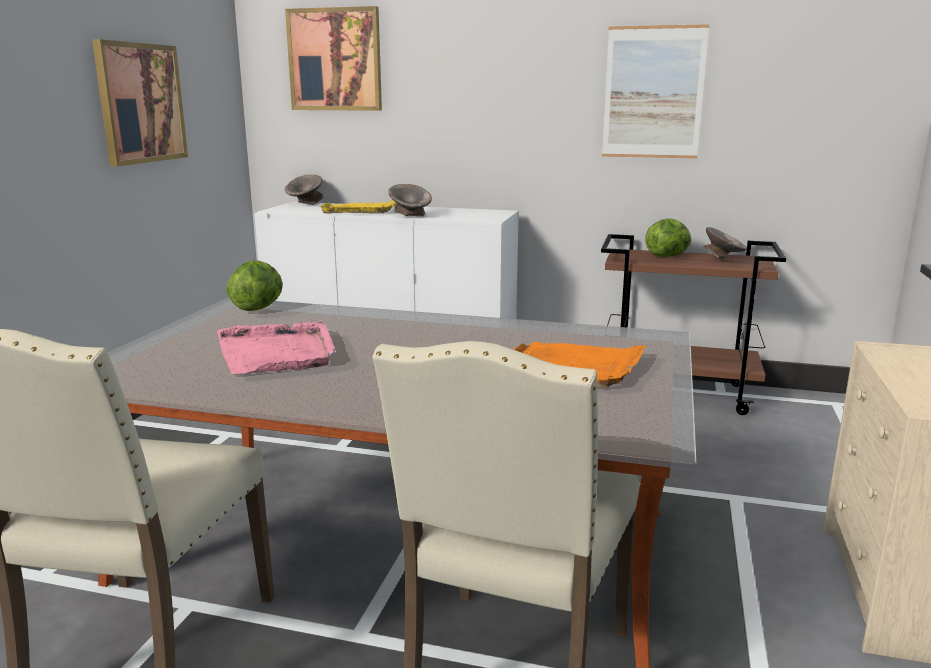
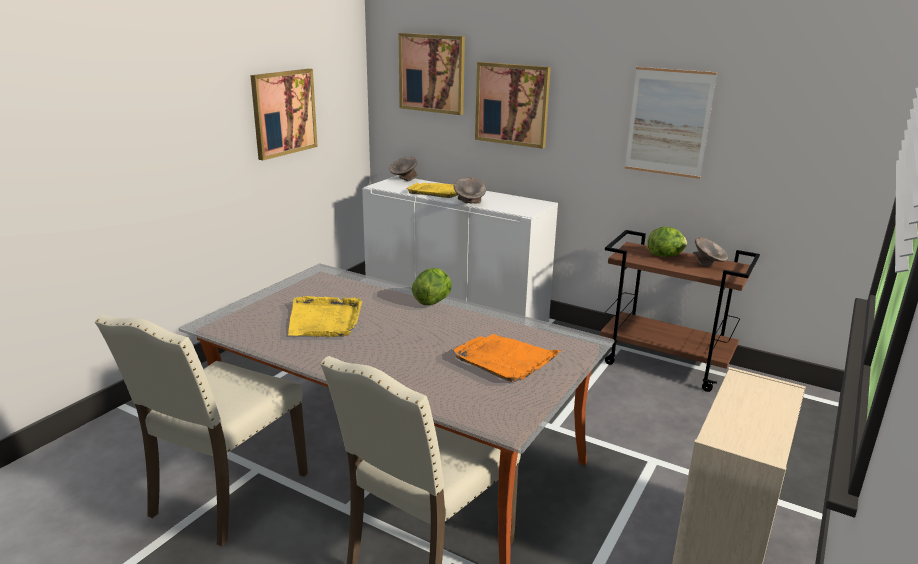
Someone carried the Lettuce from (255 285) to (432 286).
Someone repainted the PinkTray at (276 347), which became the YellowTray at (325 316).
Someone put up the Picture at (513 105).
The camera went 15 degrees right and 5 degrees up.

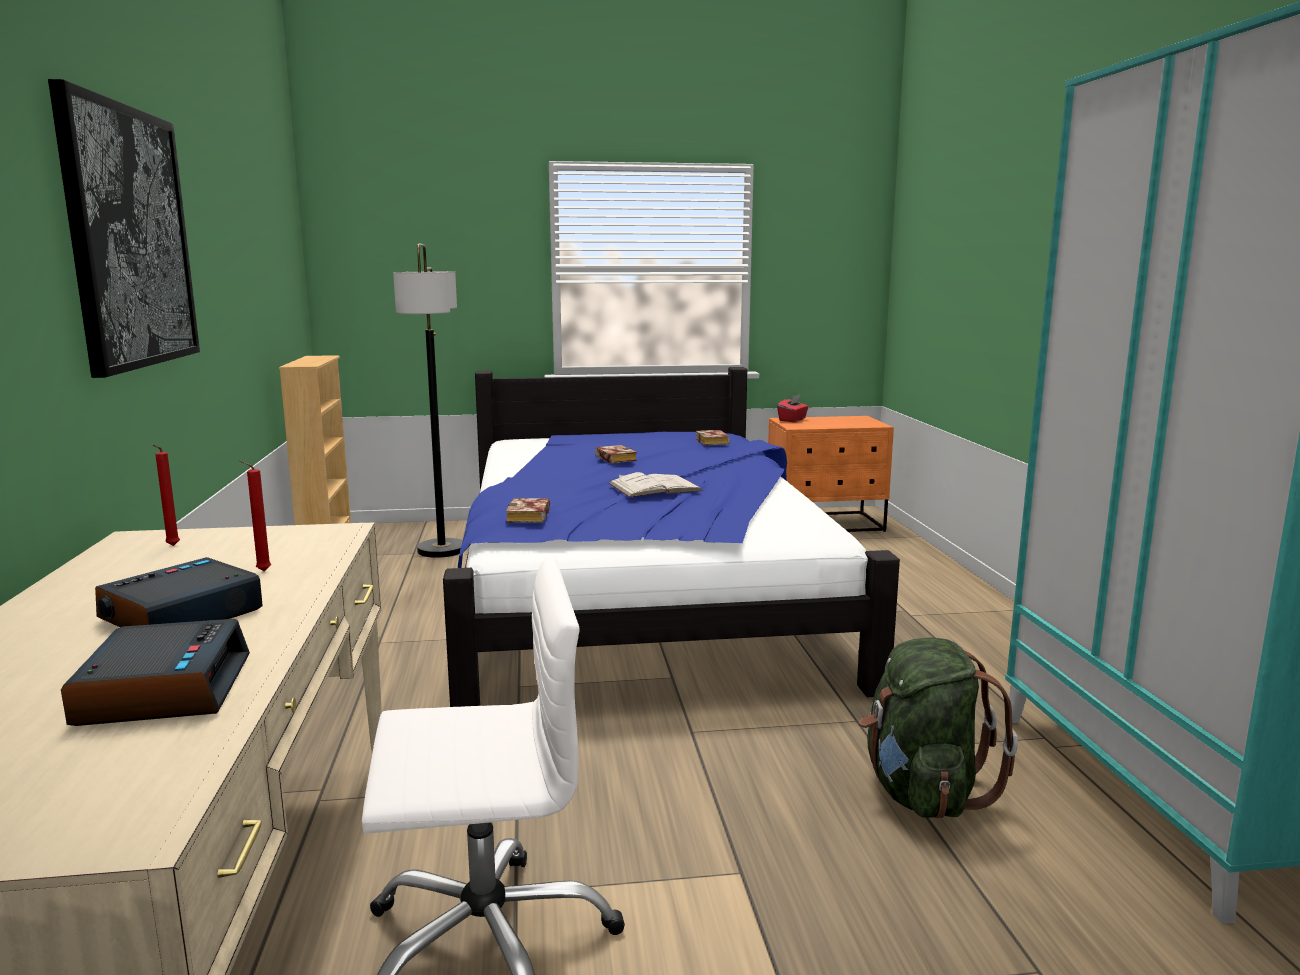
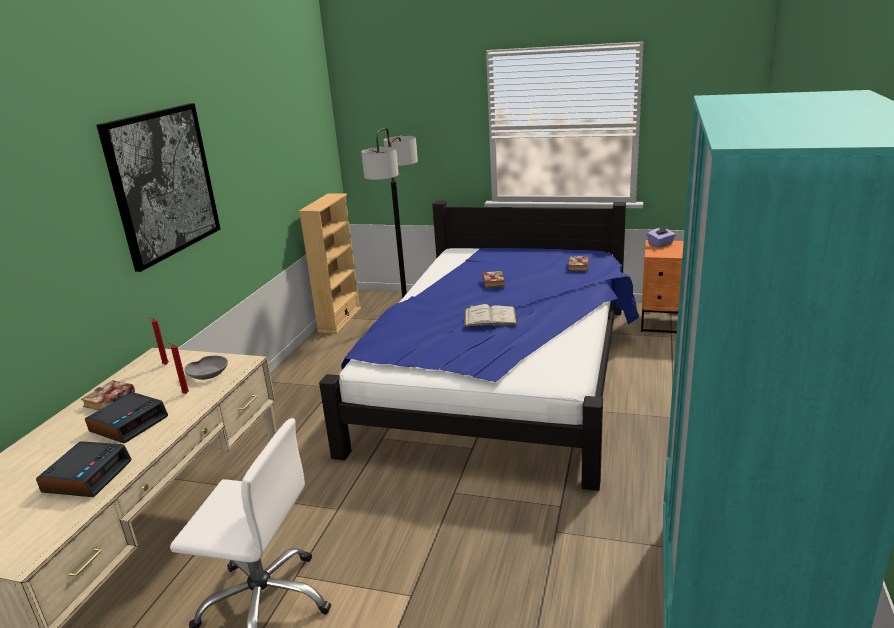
Someone repainted the RedTissueBox at (793 408), which became the PurpleTissueBox at (661 237).
Someone carried the Book from (528 510) to (108 395).
Someone rotated the AlarmClock at (179 592) by 150 degrees clockwise.
Someone took away the GreenBackpack at (938 728).
Someone put down the GreyBowl at (206 368).
The camera went 25 degrees right and 10 degrees up.

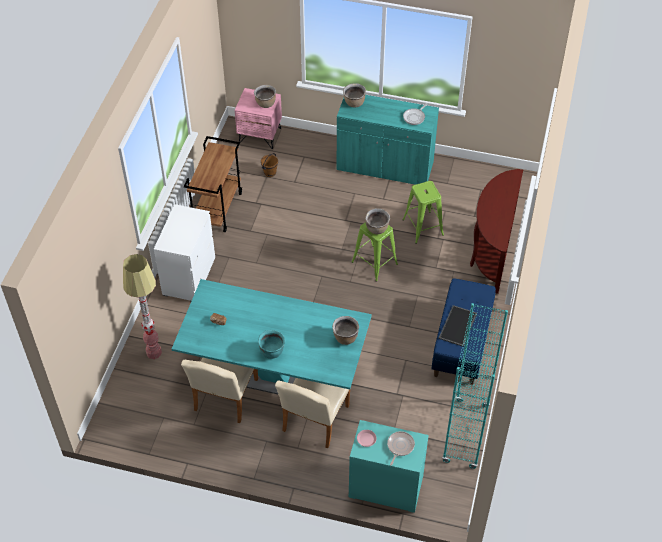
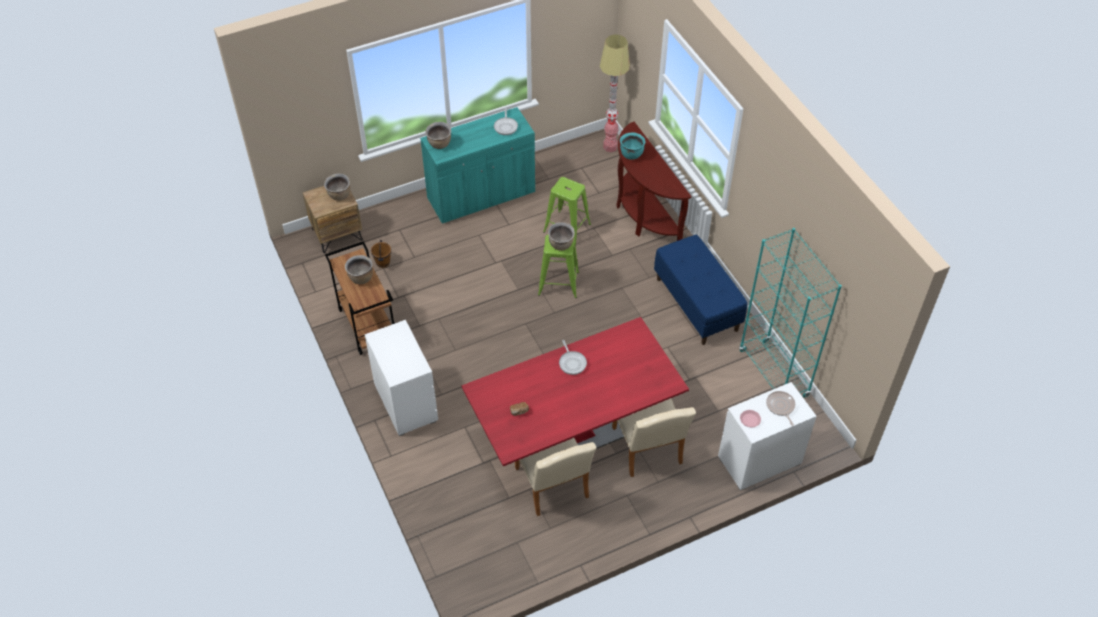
Someone repainted the PinkNightstand at (258 118), which became the BrownNightstand at (333 219).
Someone carried the FloorLamp from (142 306) to (615 93).
Someone repainted the TurquoiseDiningTable at (272 336), which became the RedDiningTable at (575 391).
Someone took away the Tray at (458 325).
Someone carried the BrownCookingPot from (345 330) to (359 269).
Someone carried the TurquoiseCookingPot from (271 344) to (632 146).
Someone repainted the TurquoiseDresser at (389 466), which became the WhiteDresser at (767 436).
Someone put down the FryingPan at (573 357).
The camera went 40 degrees left and 0 degrees up.

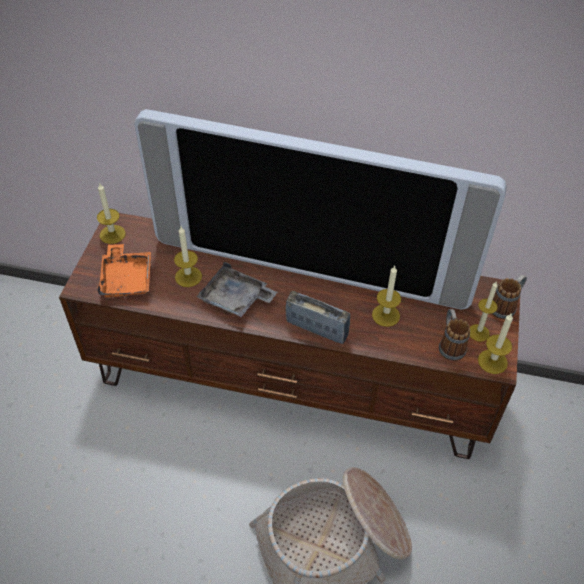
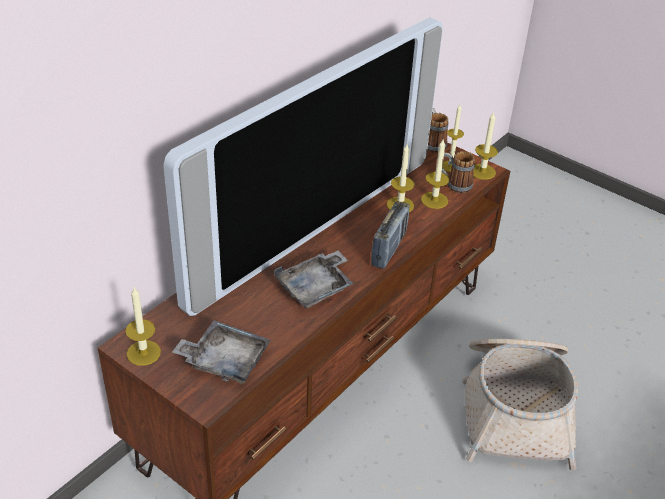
Someone carried the Candle from (188 256) to (435 174).
Someone repainted the OrangeTray at (124 271), which became the GreyTray at (221 352).
Someone rotated the Radio at (318 317) by 150 degrees clockwise.
The camera went 65 degrees left and 10 degrees down.

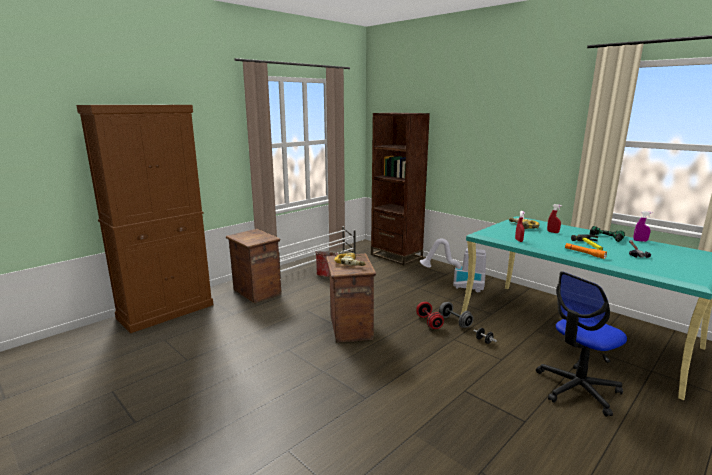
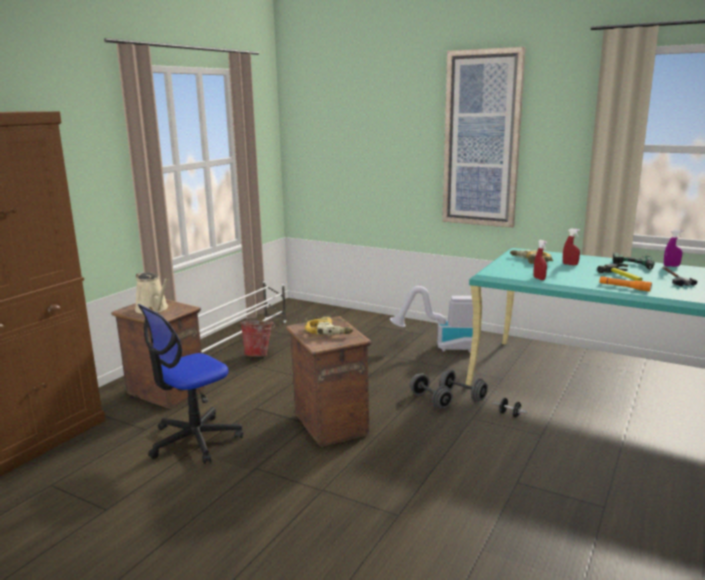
Someone took away the BrownBookcase at (400 189).
Someone carried the OfficeChair from (581 344) to (190 384).
Someone repainted the RedDumbbell at (430 315), which became the GreyDumbbell at (431 391).
Someone put up the Picture at (484 137).
Someone put down the BeigeWateringCan at (152 293).
The camera went 15 degrees left and 0 degrees up.

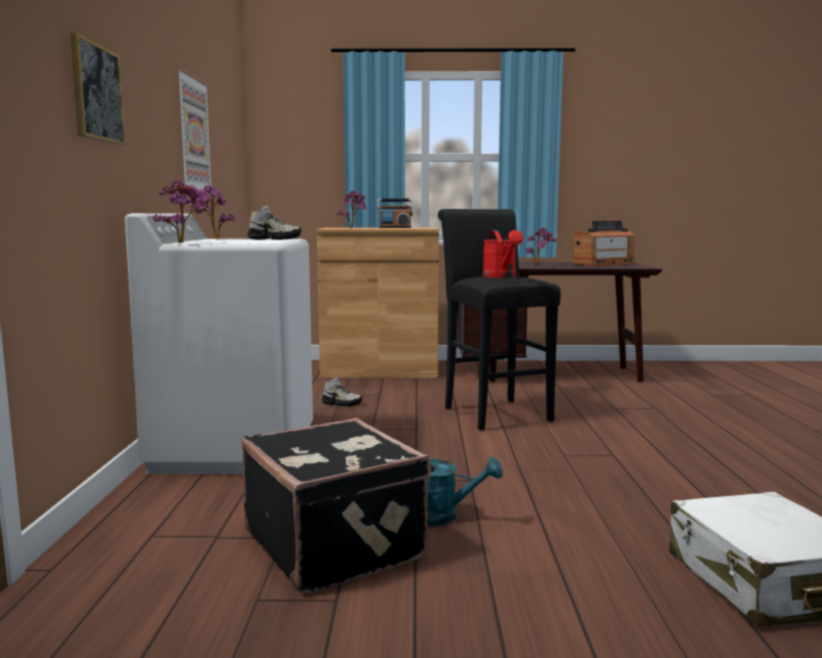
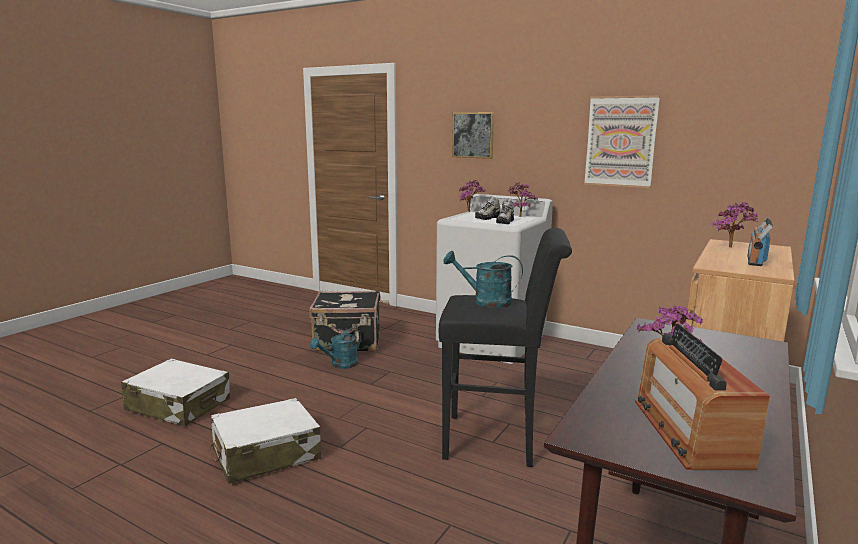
Someone repainted the RedWateringCan at (503 254), which became the TurquoiseWateringCan at (483 279).
Someone carried the Shoe from (342 391) to (487 208).
Someone put down the WhiteSuitcase at (265 441).
The camera went 120 degrees right and 5 degrees up.

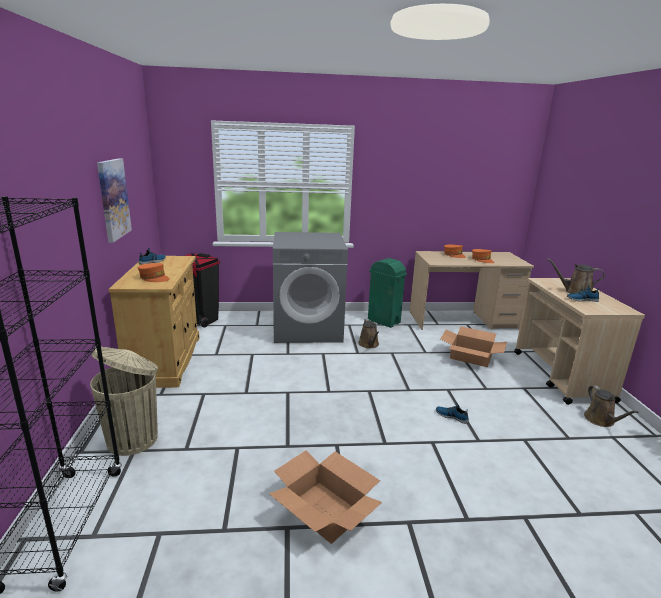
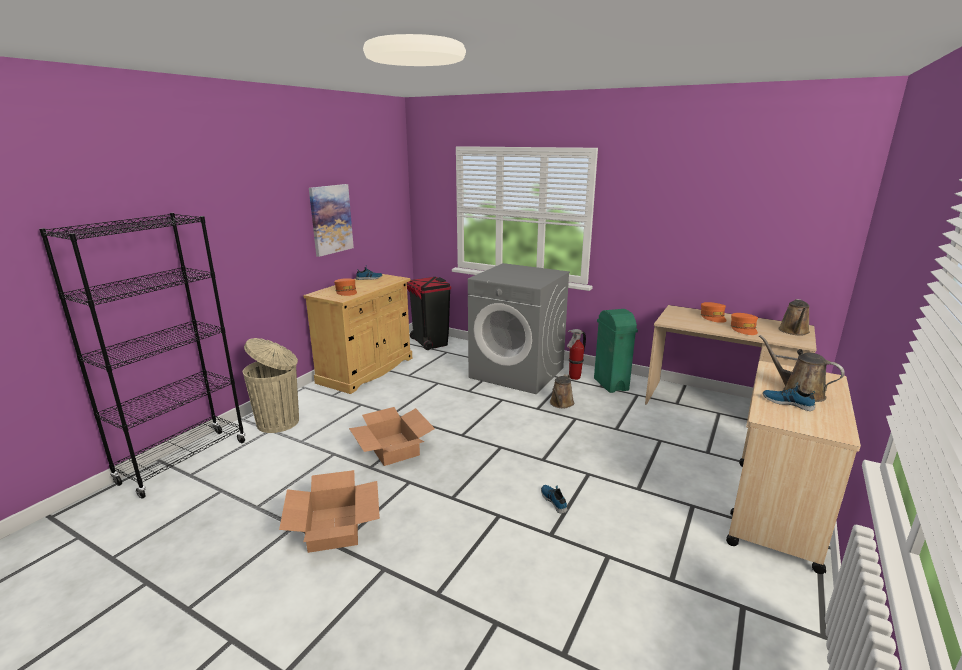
Someone carried the CardboardBox from (473 346) to (392 436).
Someone carried the BrownWateringCan from (611 406) to (794 317).
Someone put down the FireExtinguisher at (576 354).
The camera went 35 degrees right and 0 degrees up.

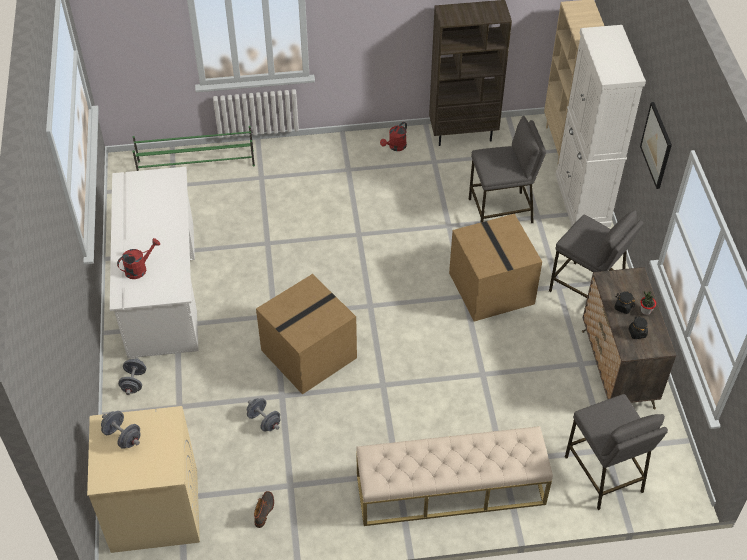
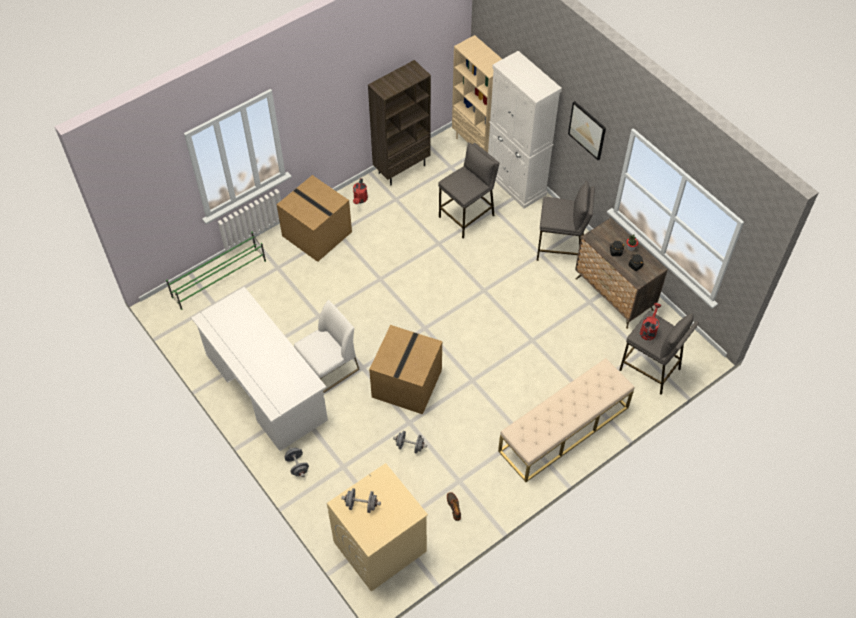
Someone carried the CardboardBox from (495 267) to (314 218).
Someone carried the RedWateringCan from (138 258) to (650 321).
Someone put down the WhiteChair at (327 346).
The camera went 30 degrees left and 5 degrees up.

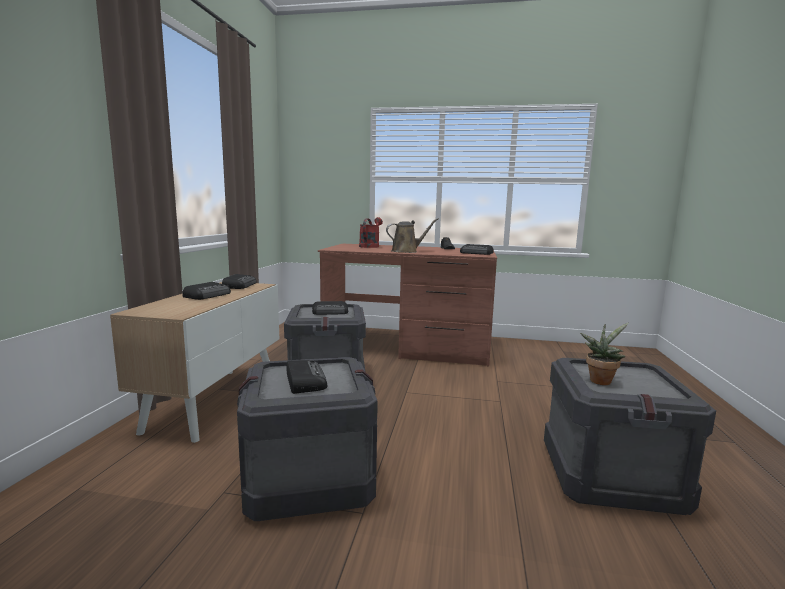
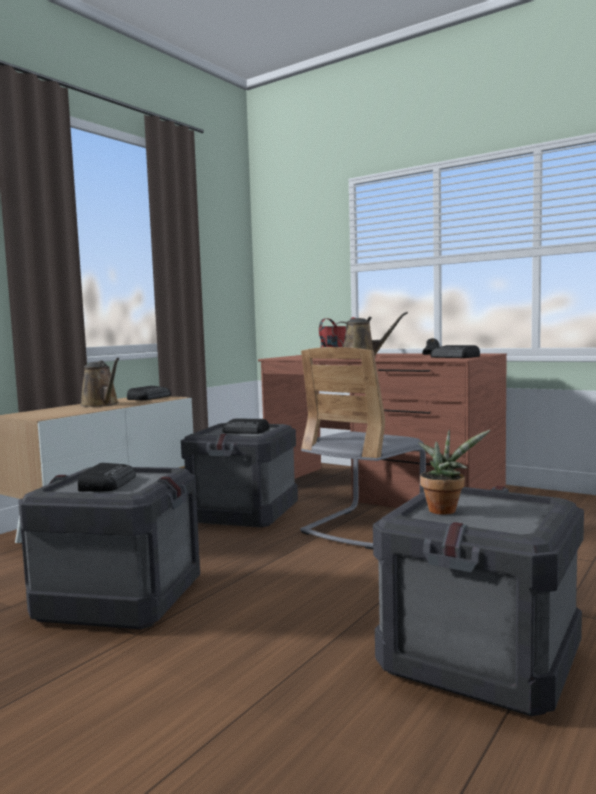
Someone swapped the Radio at (207 291) for the BrownWateringCan at (99 382).
Someone put down the GreyChair at (363 448).
The camera went 25 degrees right and 5 degrees down.

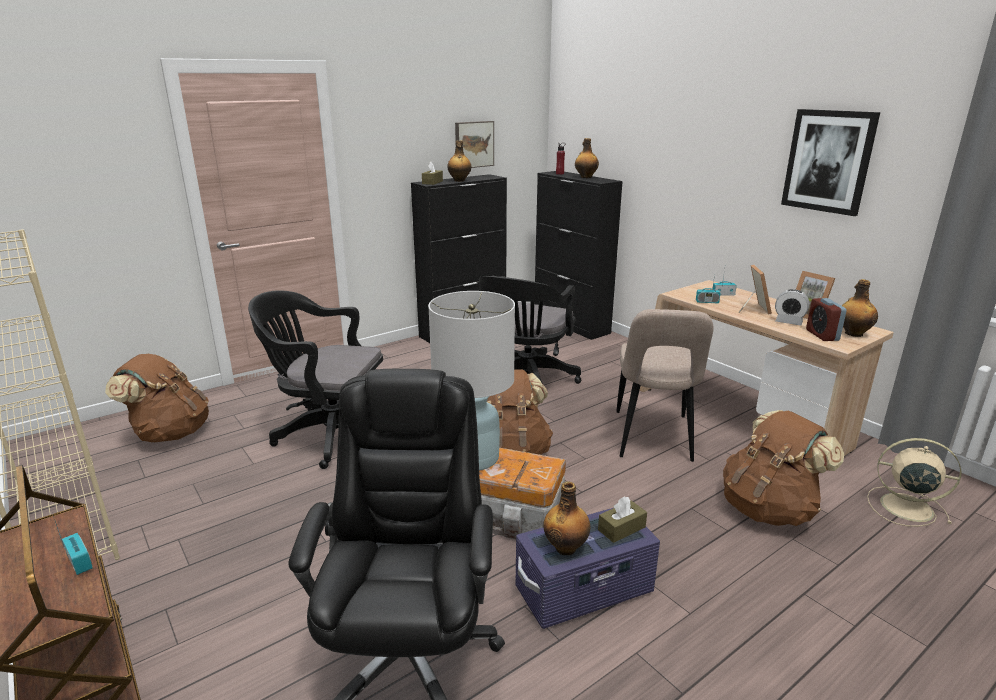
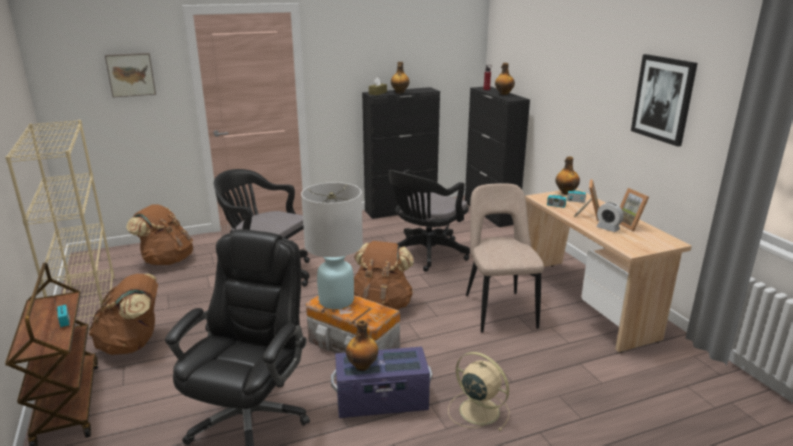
Someone carried the Picture from (474 144) to (130 75).
Someone carried the Bottle from (860 308) to (567 175).
Someone took away the AlarmClock at (826 319).
Someone rotated the BeigeChair at (665 385) by 150 degrees clockwise.
Someone carried the BrownBackpack from (783 468) to (123 314).
Someone carried the BeigeFan from (914 482) to (479 391).
Someone took away the BrownTissueBox at (622 519).
The camera went 15 degrees right and 0 degrees up.

